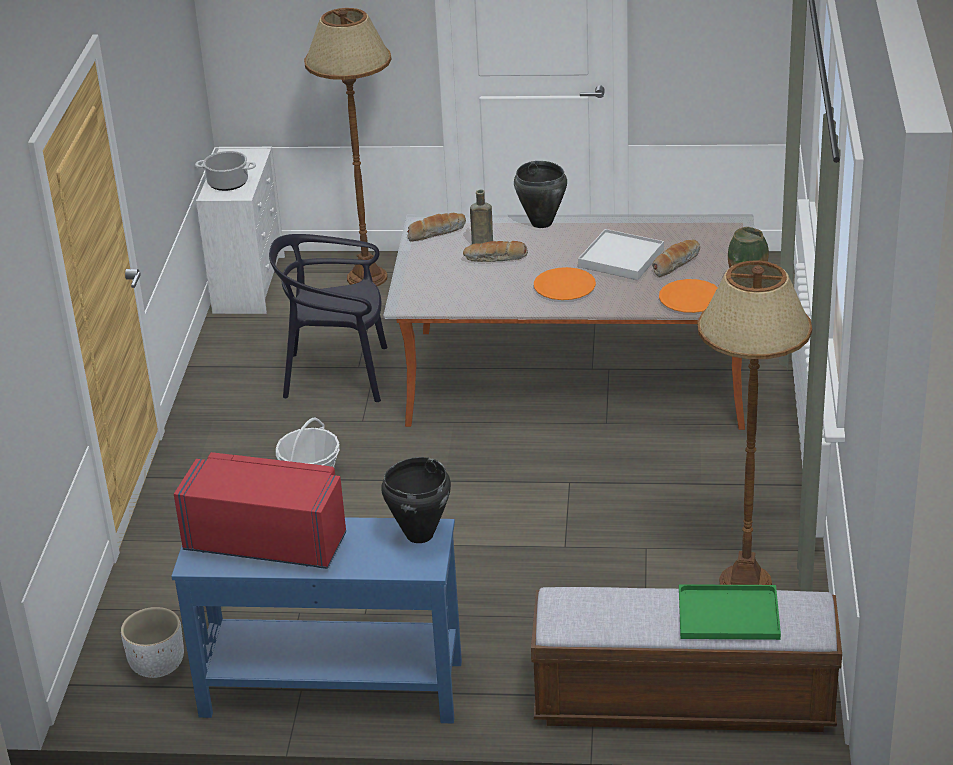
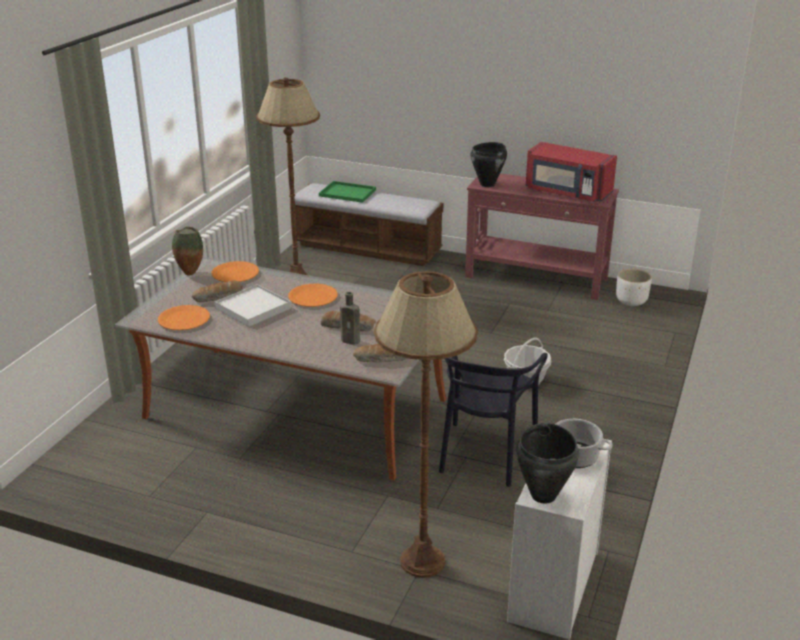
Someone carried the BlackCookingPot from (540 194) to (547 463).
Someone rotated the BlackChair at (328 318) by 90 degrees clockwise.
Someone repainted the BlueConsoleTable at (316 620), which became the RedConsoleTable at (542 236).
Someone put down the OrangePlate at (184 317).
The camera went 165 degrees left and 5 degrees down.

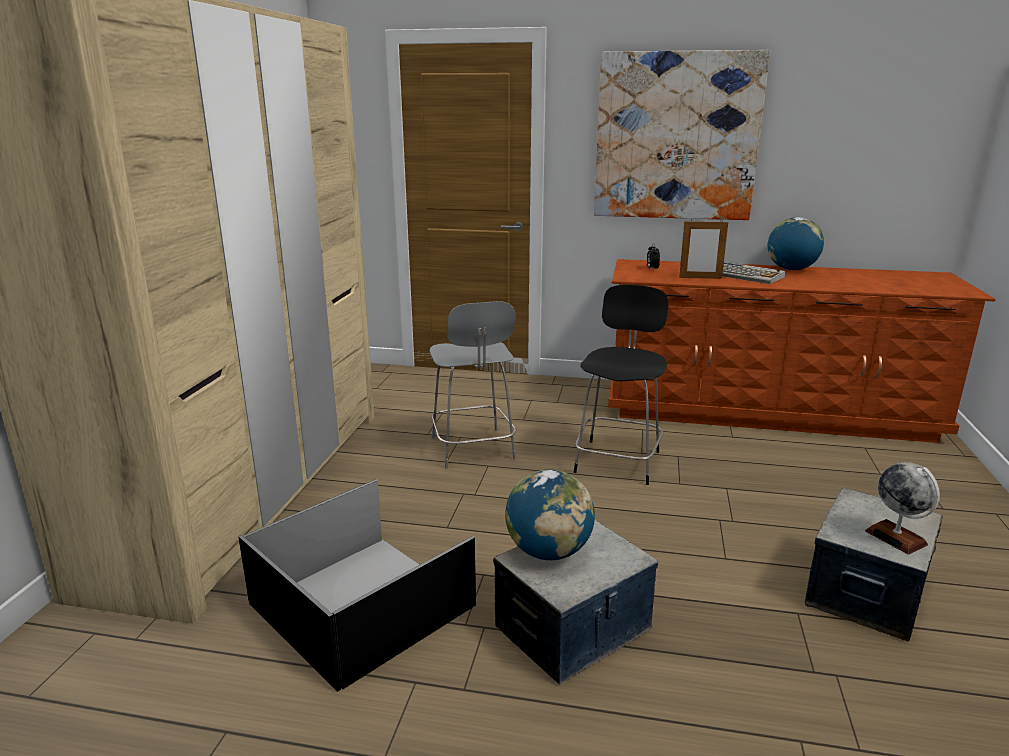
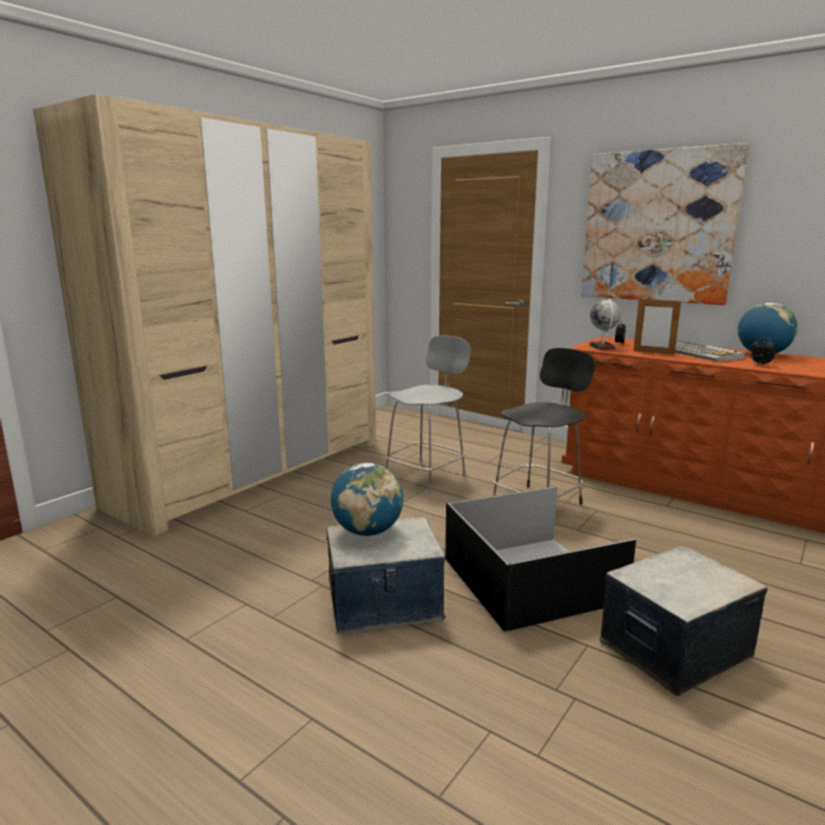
Someone rotated the GreyChair at (473 385) by 150 degrees counterclockwise.
Someone carried the Globe from (902 508) to (605 324).
Someone carried the BlackStorageBox from (357 585) to (540 558).
Someone put down the AlarmClock at (763 351).
The camera went 25 degrees right and 5 degrees down.

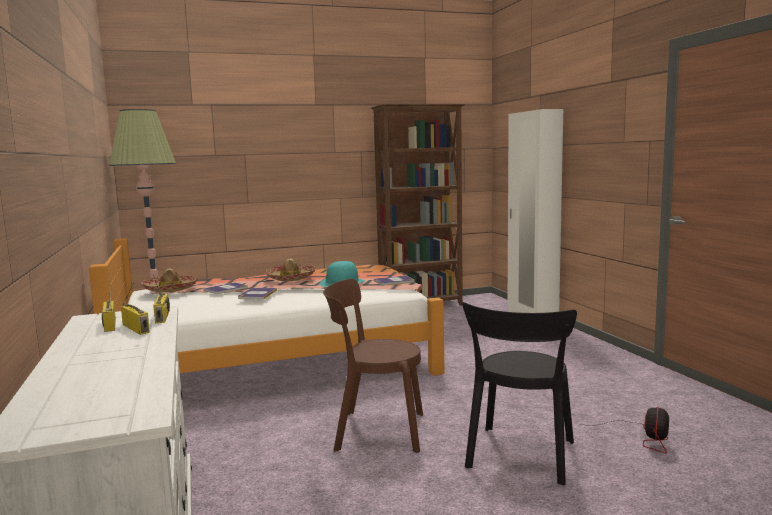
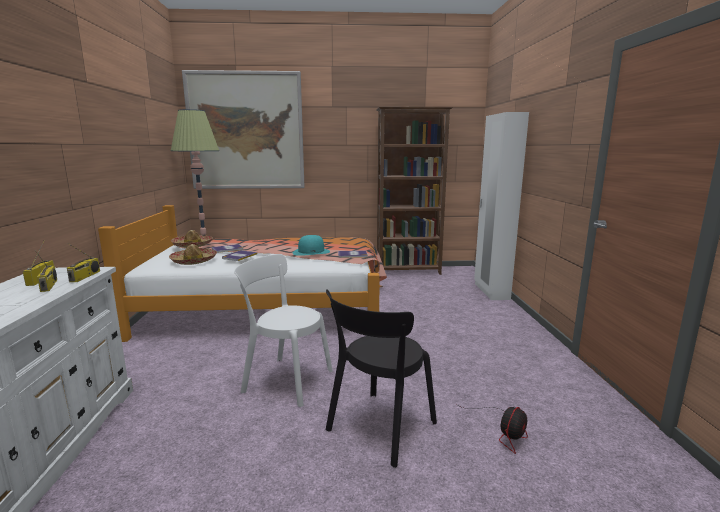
Someone carried the Hat from (290 270) to (193 254).
Someone repainted the BrownChair at (373 366), which became the WhiteChair at (283 330).
Someone put up the Picture at (243 129).
The camera went 15 degrees right and 5 degrees up.

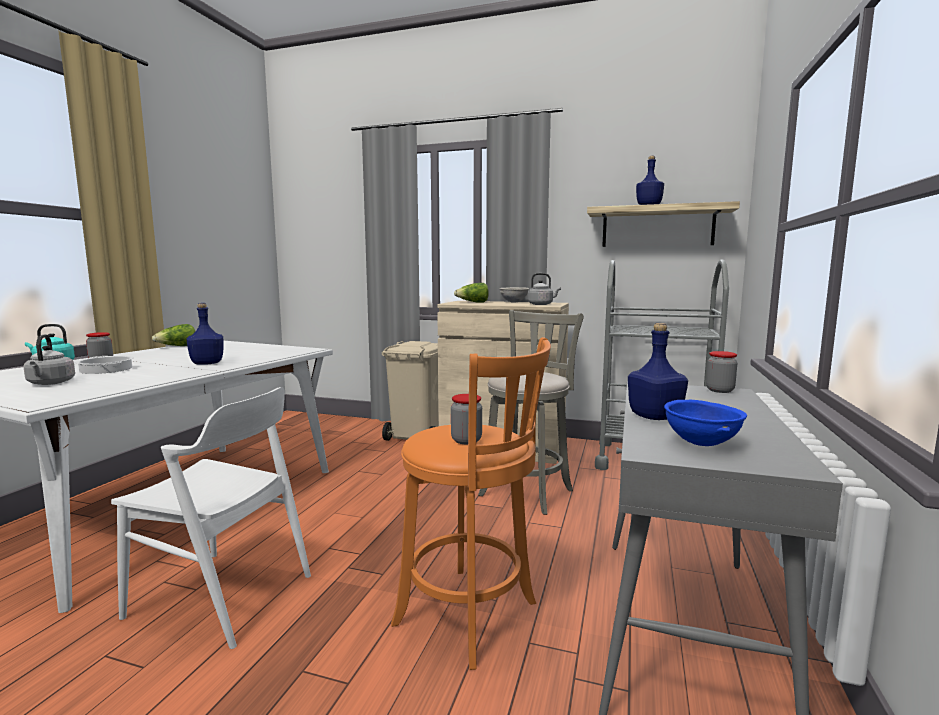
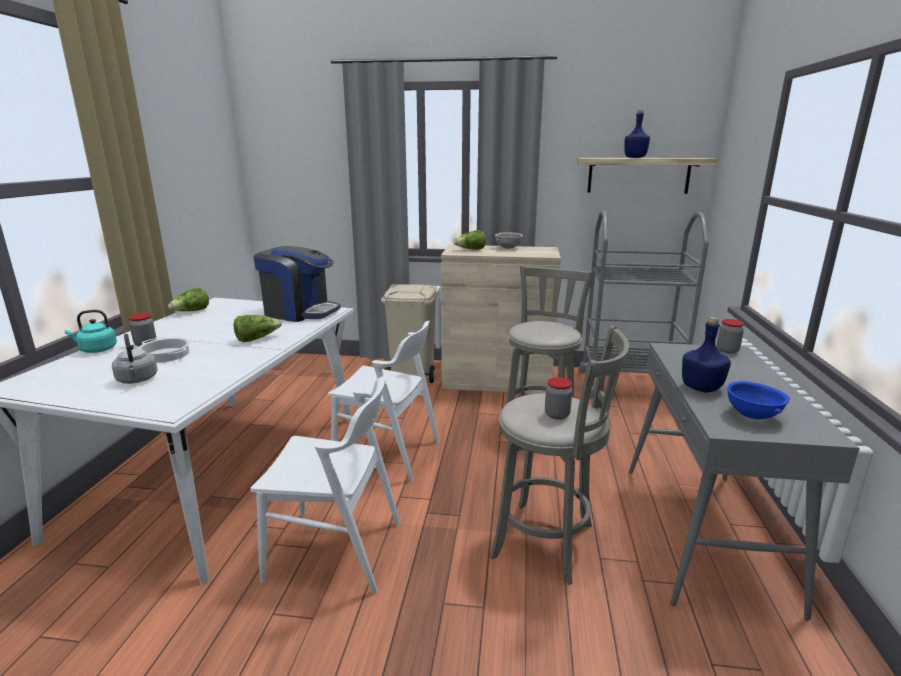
Someone took away the GreyKettle at (544 289).
Someone swapped the BlueBottle at (205 334) for the Lettuce at (258 328).
Someone repainted the OrangeStool at (471 503), which became the GreyStool at (559 455).
Someone put down the CoffeeMachine at (297 284).
Someone put down the WhiteChair at (384 401).
The camera went 10 degrees left and 10 degrees up.

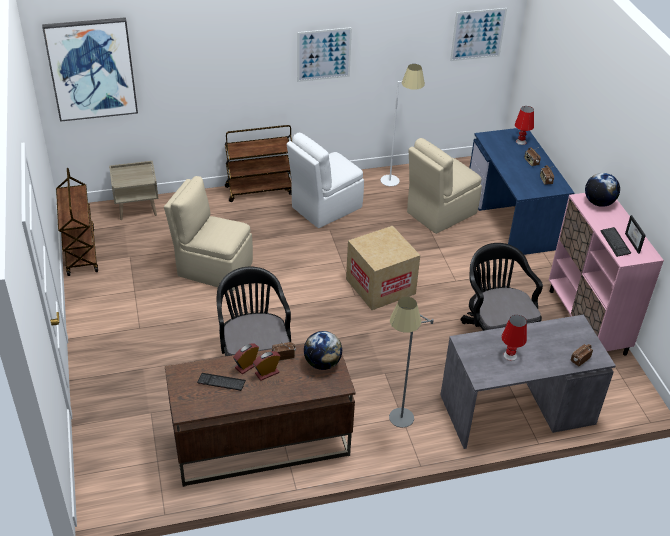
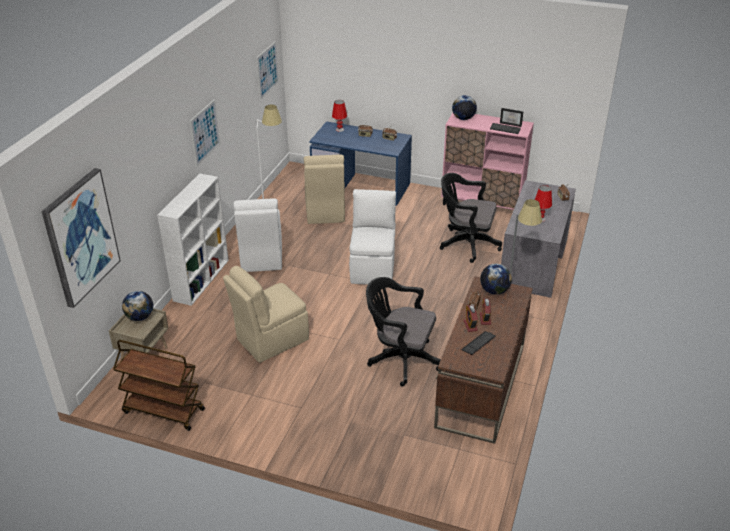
Someone swapped the BrownCart at (258 163) for the WhiteBookcase at (193 239).
Someone swapped the CardboardBox at (383 268) for the WhiteChair at (372 237).
Someone put down the Globe at (137 306).
The camera went 55 degrees left and 5 degrees down.

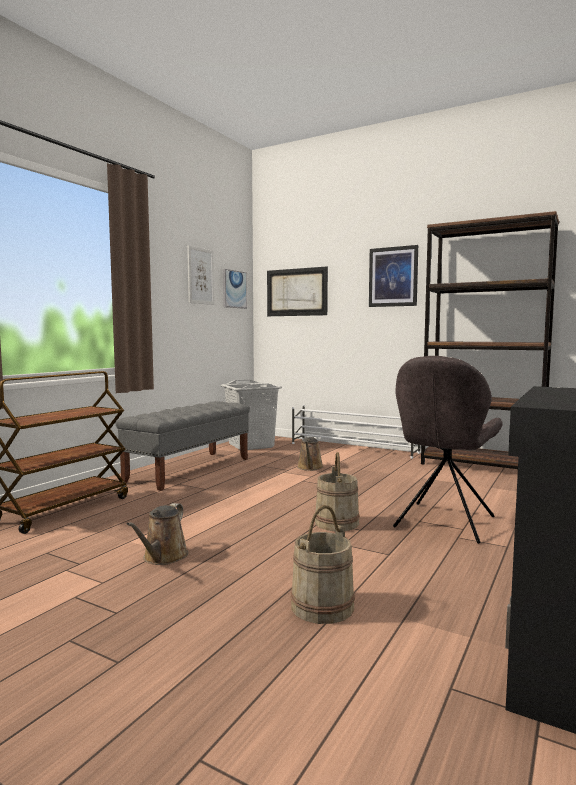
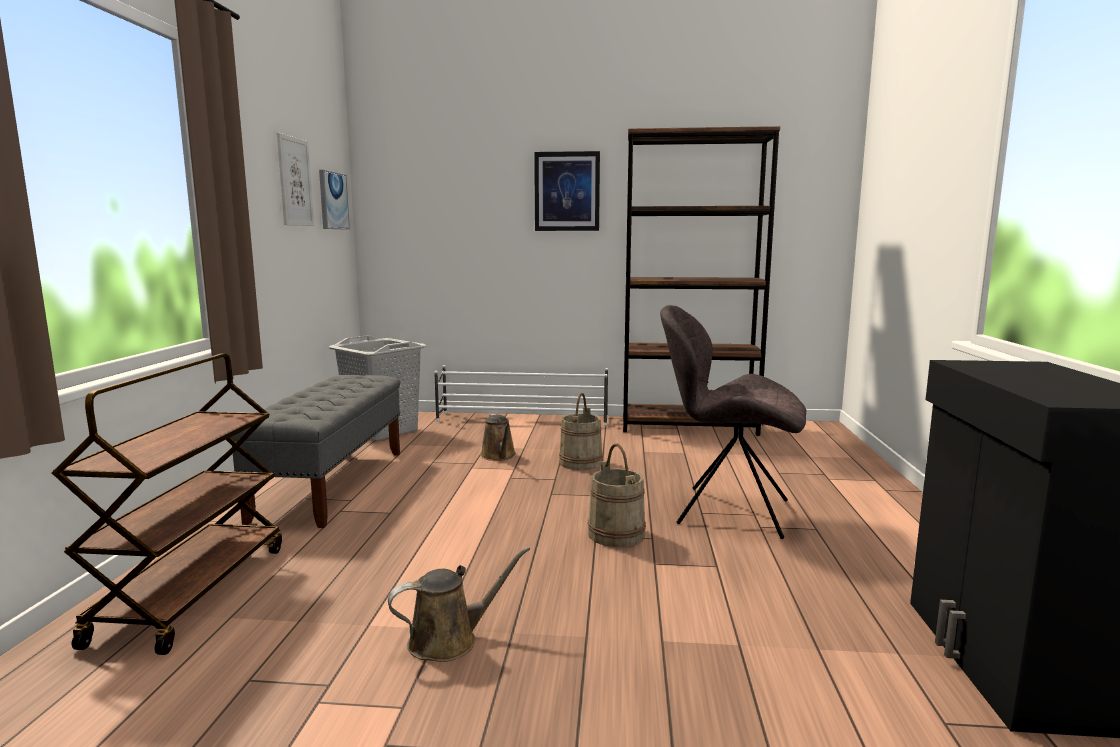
Someone took away the Picture at (297 291).
Someone rotated the GreyChair at (448 450) by 105 degrees clockwise.
Someone rotated the BrownWateringCan at (157 534) by 105 degrees counterclockwise.
Someone carried the BeigeBucket from (323 564) to (581 431).
The camera went 25 degrees left and 5 degrees up.

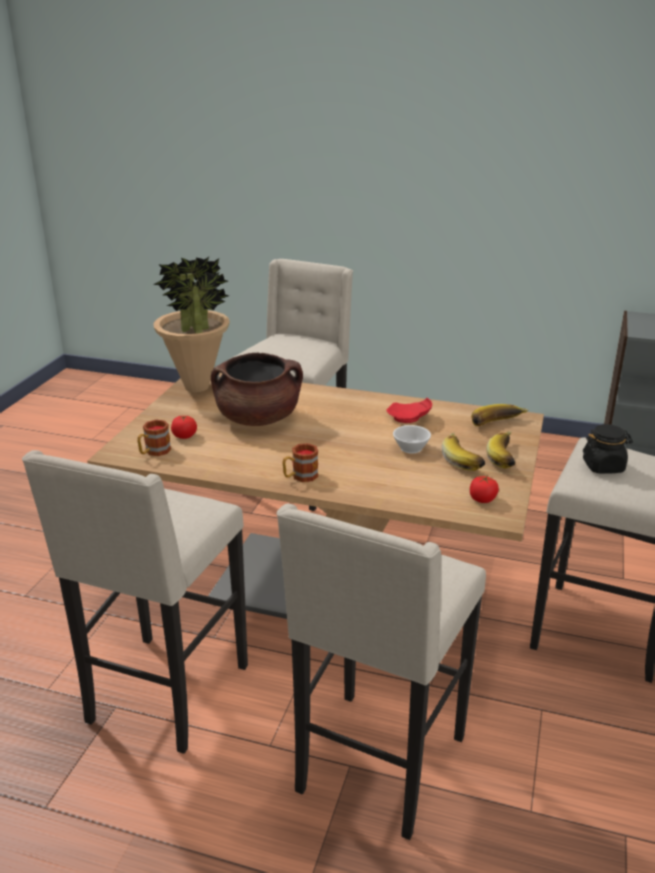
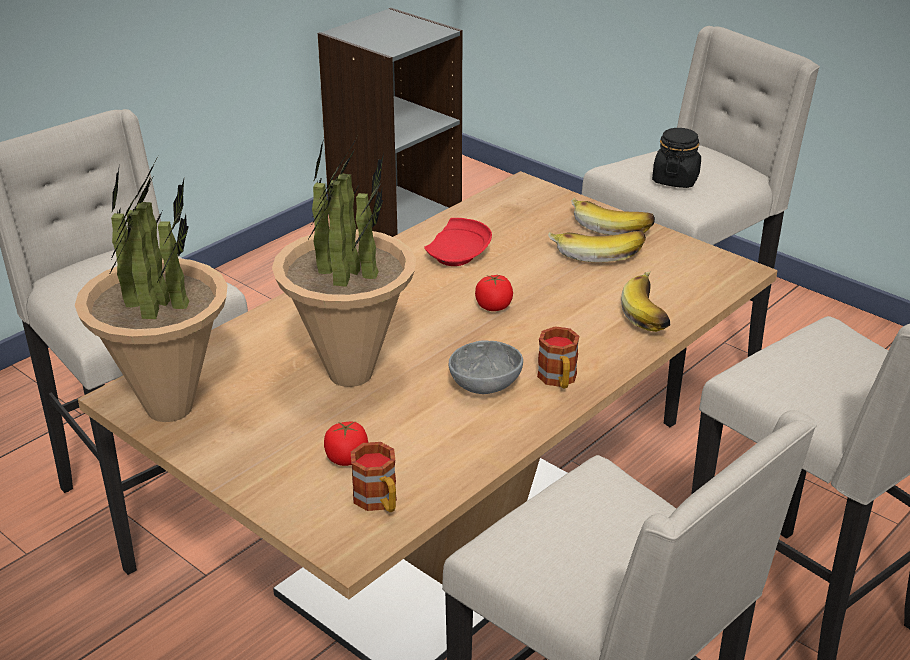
Someone swapped the BrownCookingPot at (257 389) for the PottedPlant at (344 259).
Someone carried the Banana from (500 415) to (646 302).
Someone took away the WhiteCup at (412 439).
Someone carried the Tomato from (484 489) to (494 293).
Someone put down the GreyBowl at (486 367).
The camera went 65 degrees left and 5 degrees up.

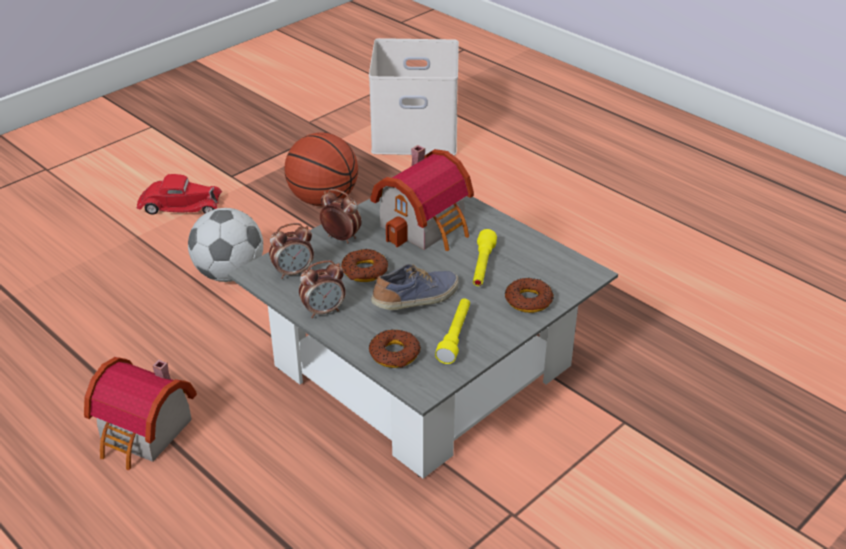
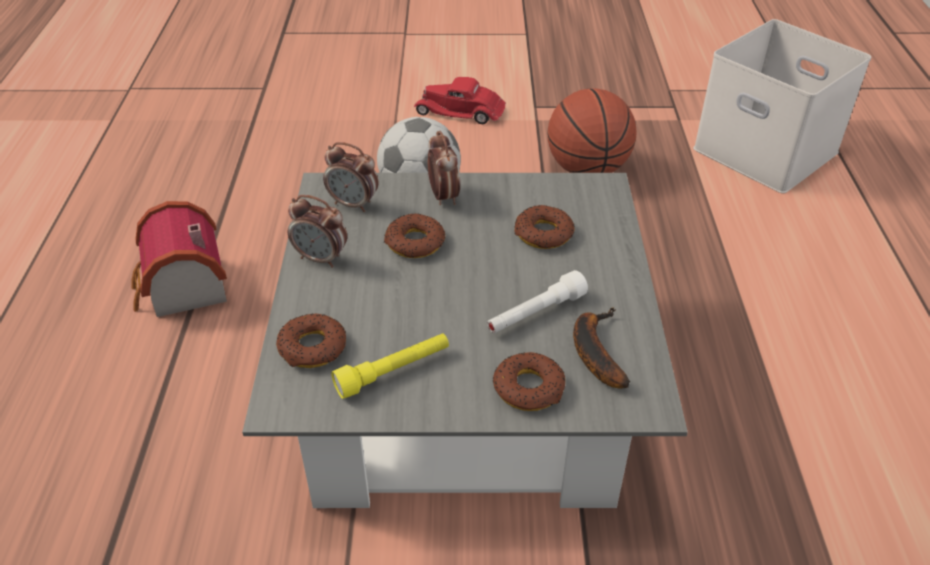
Someone swapped the ToyHouse at (422 198) for the Donut at (544 227).
Someone rotated the RedToyCar at (179 194) by 150 degrees clockwise.
Someone repainted the YellowFlashlight at (485 257), which became the WhiteFlashlight at (537 301).
Someone took away the Shoe at (415 287).
Someone put down the Banana at (601 347).
The camera went 45 degrees right and 5 degrees up.

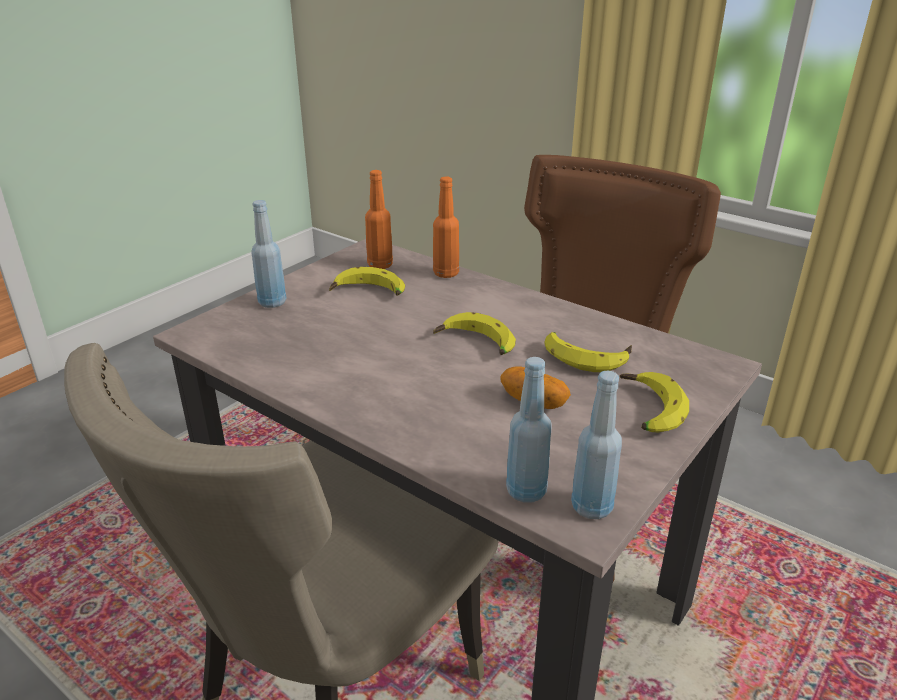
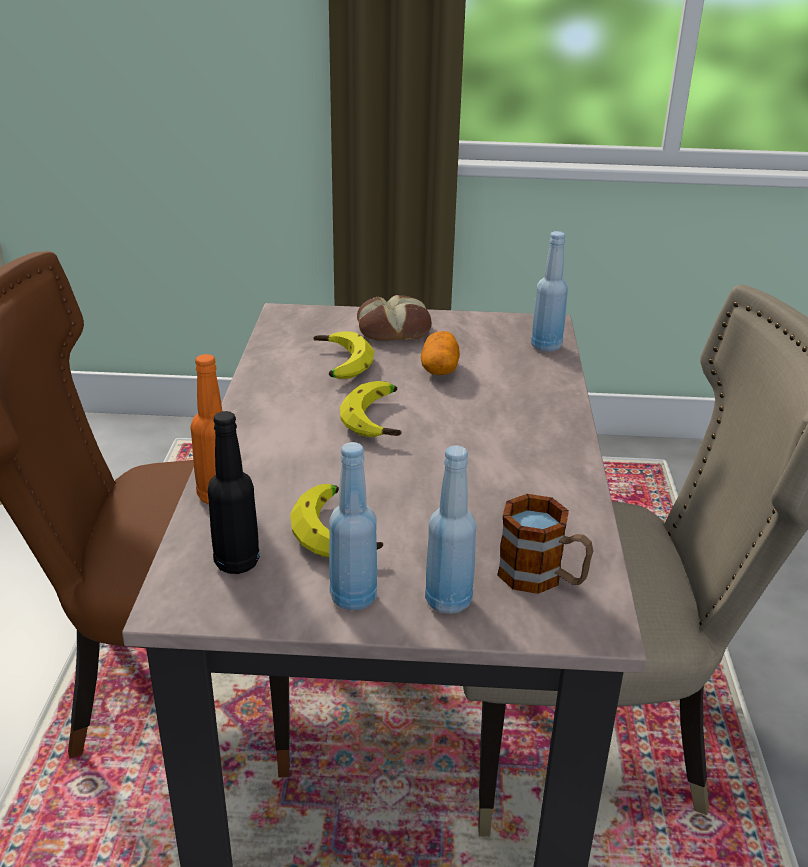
Someone repainted the OrangeBottle at (379 219), which became the BlackBottle at (234 492).
Someone carried the BlueBottle from (596 445) to (353 526).
Someone swapped the Banana at (654 402) for the Bread at (394 318).
Someone put down the Mug at (545 544).
The camera went 125 degrees left and 0 degrees up.

